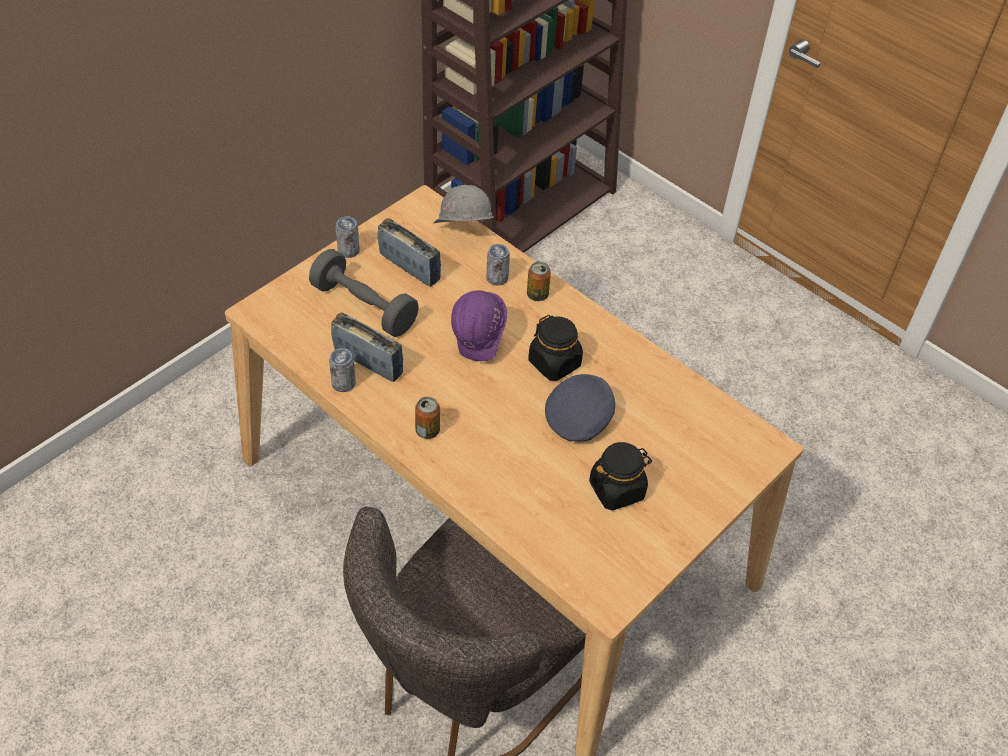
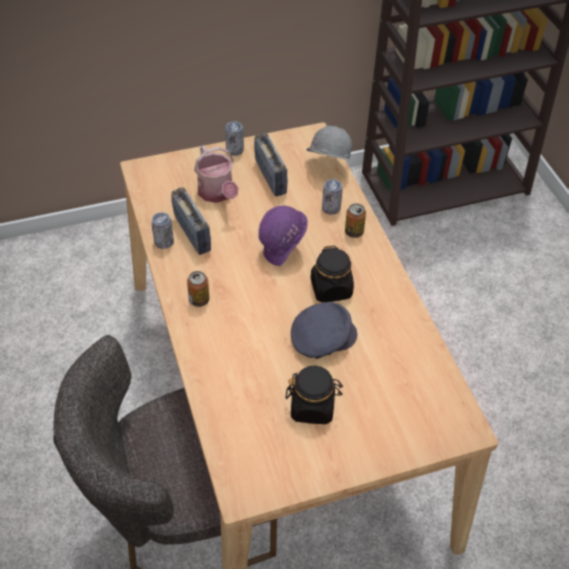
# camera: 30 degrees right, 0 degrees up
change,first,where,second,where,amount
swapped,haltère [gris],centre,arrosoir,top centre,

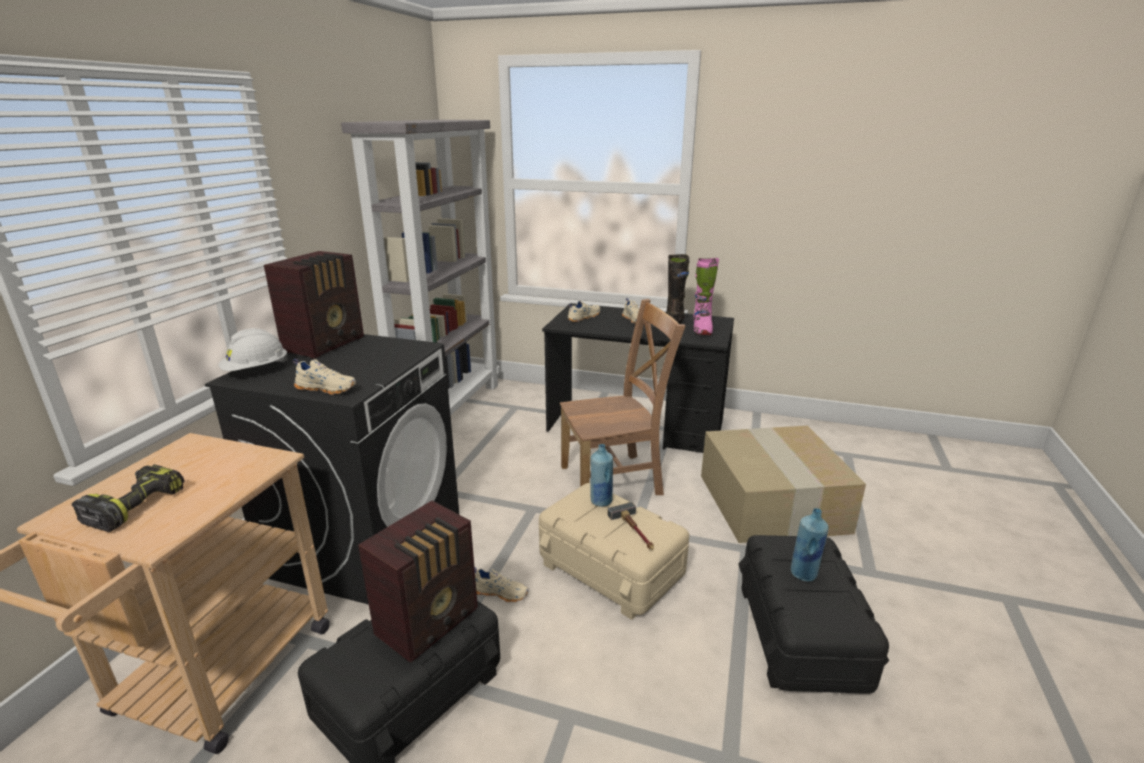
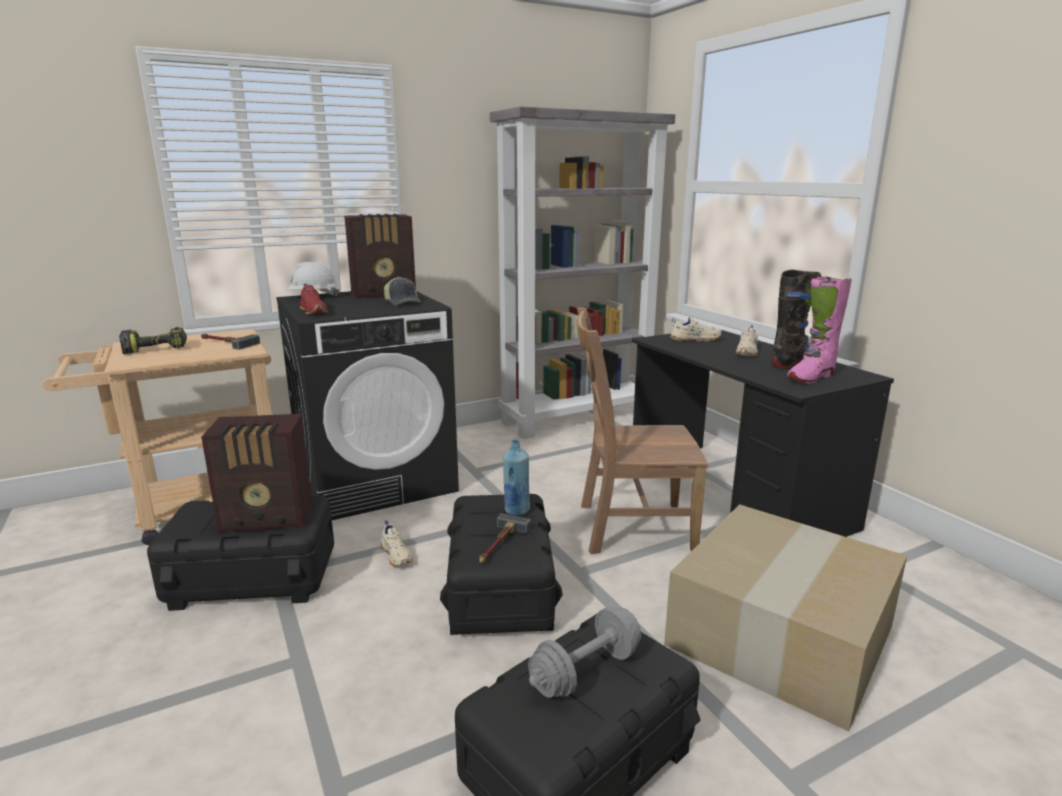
# camera: 45 degrees right, 5 degrees down
change,first,where,second,where,amount
repainted,chaussure [beige] (no. 1 from left),middle left,chaussure [rouge],middle left,
repainted,boîte de rangement [beige],bottom centre,boîte de rangement [noir] (no. 2 from left),bottom centre,
rotated,chaise [marron],centre,,centre,150 degrees clockwise
swapped,bouteille [bleu] (no. 2 from left),bottom right,haltère [gris],bottom centre,
new,,,marteau (no. 1 from left),middle left,
new,,,casquette,centre,

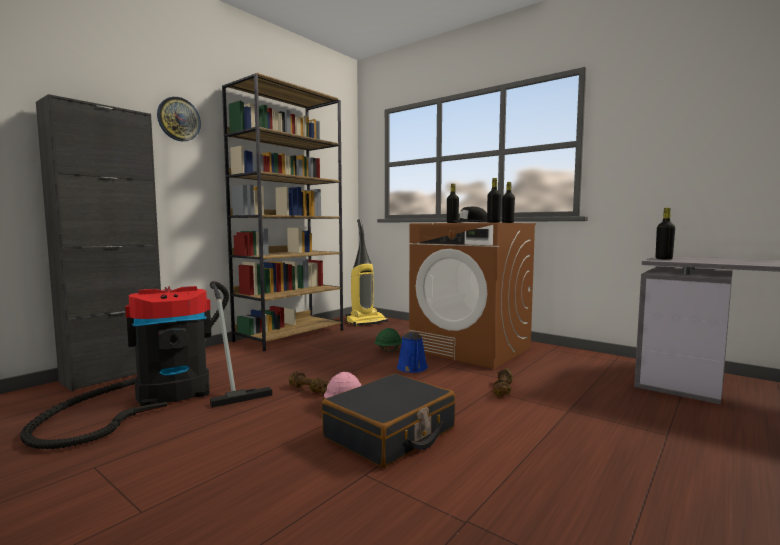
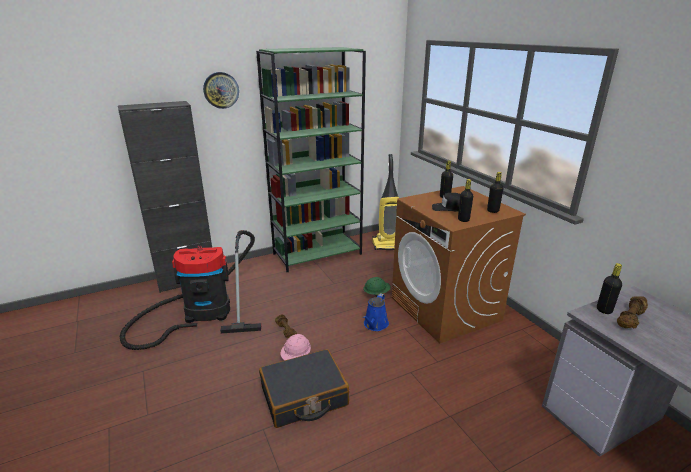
# camera: 25 degrees right, 20 degrees up
change,first,where,second,where,amount
repainted,bibliothèque [marron],centre,bibliothèque [vert],centre,
shifted,haltère [marron] (no. 2 from left),bottom centre,,middle right,

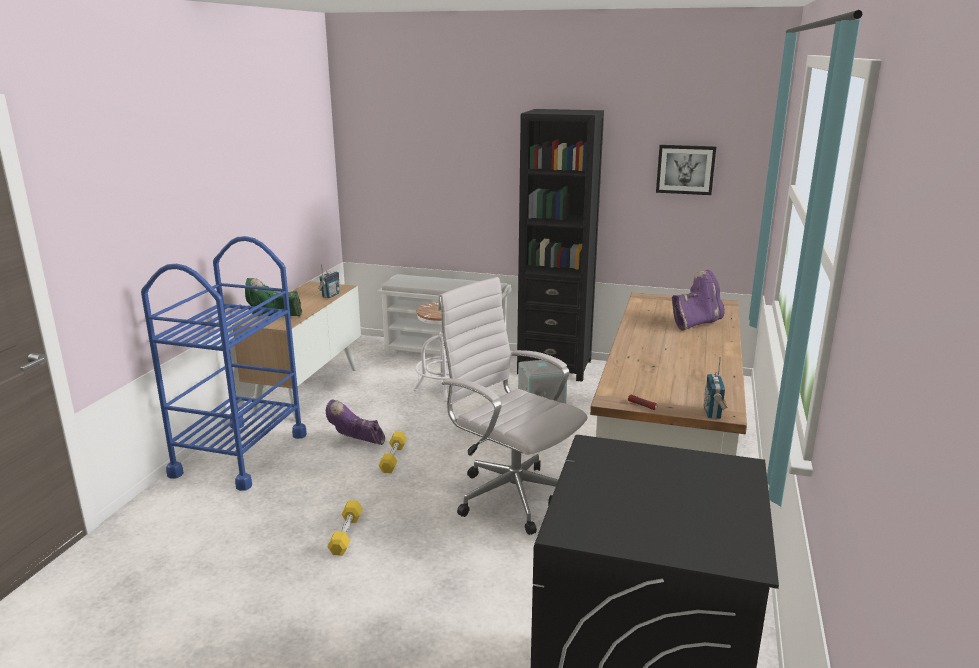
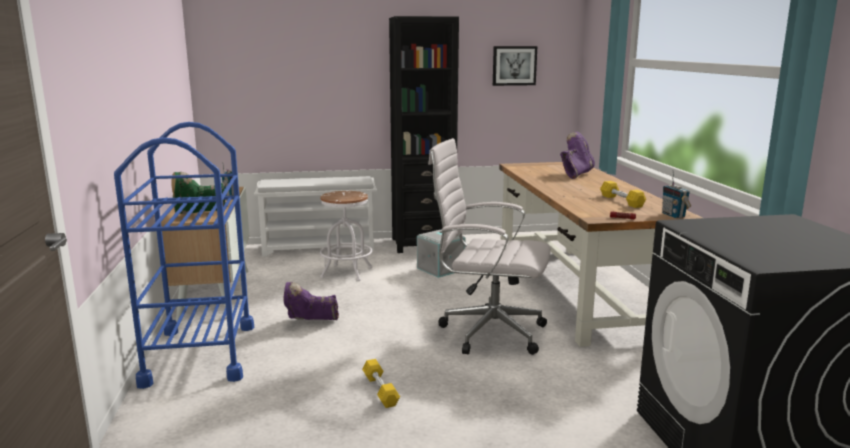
# camera: 25 degrees left, 5 degrees down
change,first,where,second,where,amount
shifted,haltère [jaune] (no. 2 from left),bottom centre,,middle right,

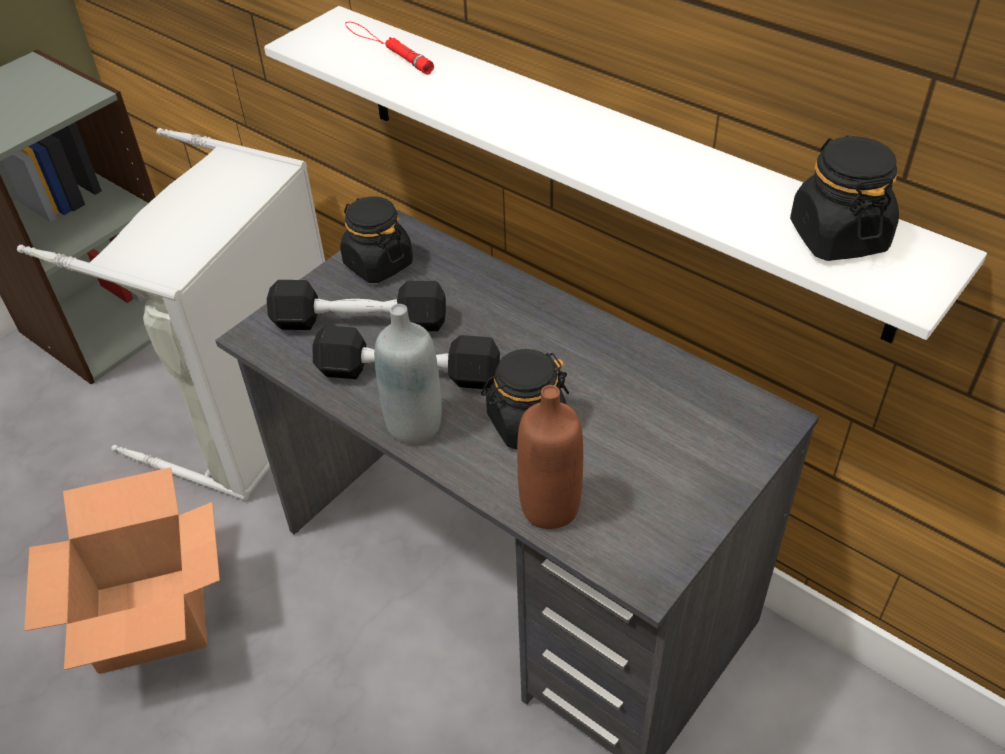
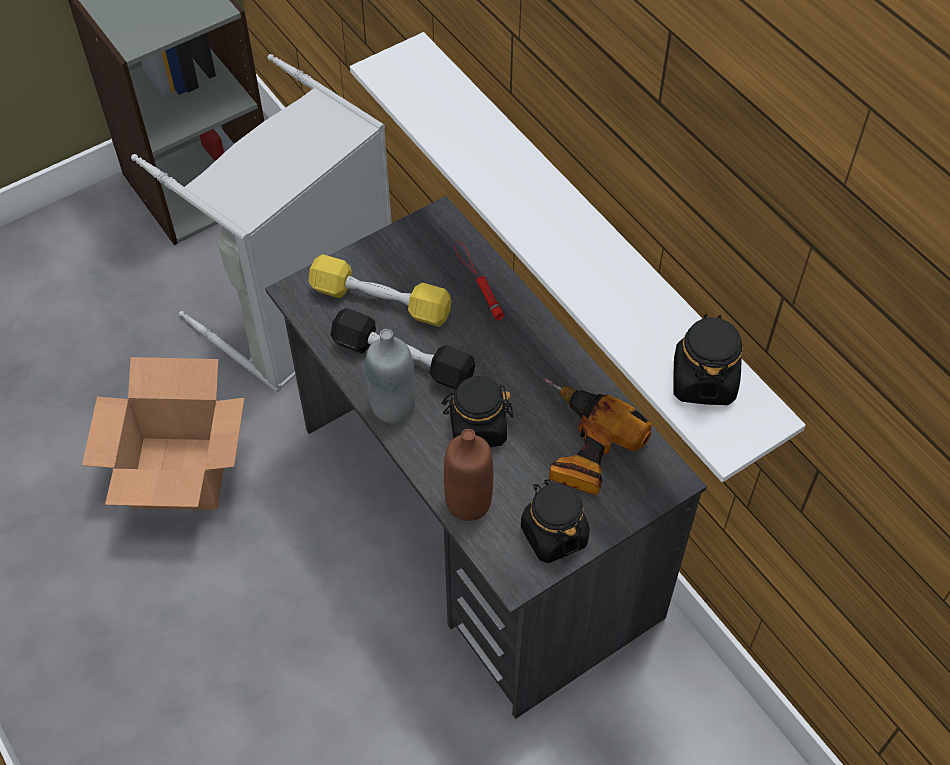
# camera: 15 degrees right, 10 degrees up
change,first,where,second,where,amount
repainted,haltère [noir] (no. 1 from left),centre,haltère [jaune],centre,
shifted,bocal [noir] (no. 1 from left in the first image),top centre,bocal [noir] (no. 2 from left),bottom centre,
shifted,lampe de poche [rouge],top centre,,centre,
new,,,perceuse,centre,

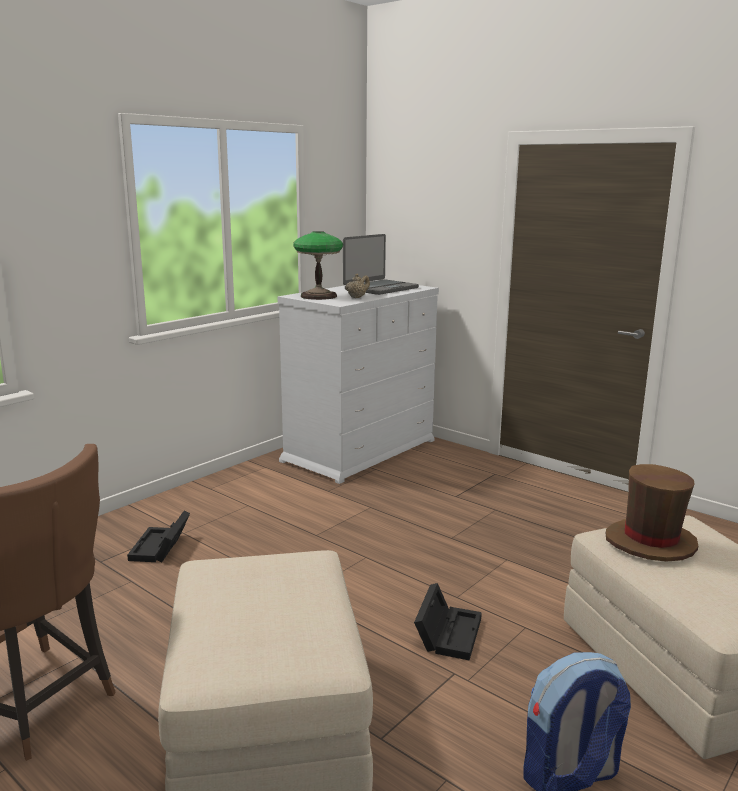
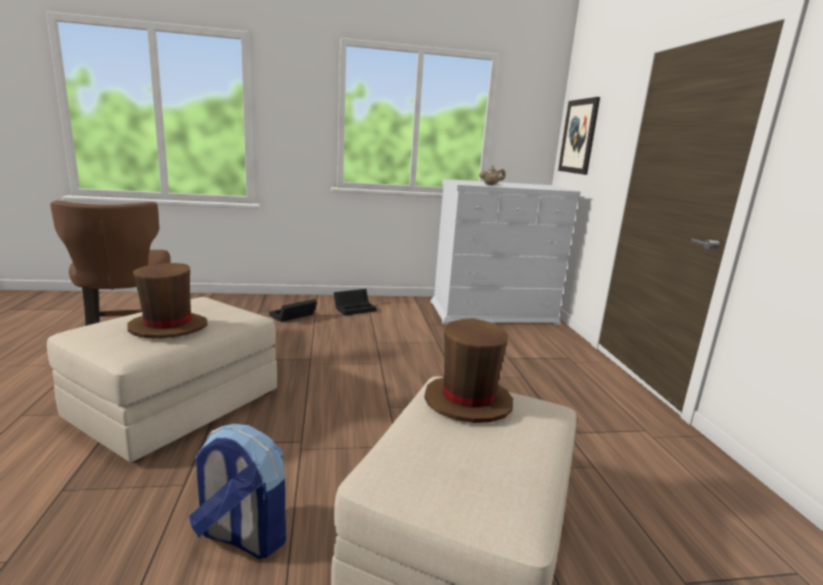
# camera: 40 degrees right, 0 degrees up
change,first,where,second,where,amount
gone,lampe de table,centre,,,
gone,ordinateur portable,centre,,,
shifted,boîte de rangement [noir] (no. 2 from left),bottom centre,,centre,
new,,,chapeau [marron] (no. 1 from left),middle left,
new,,,tableau,top right,

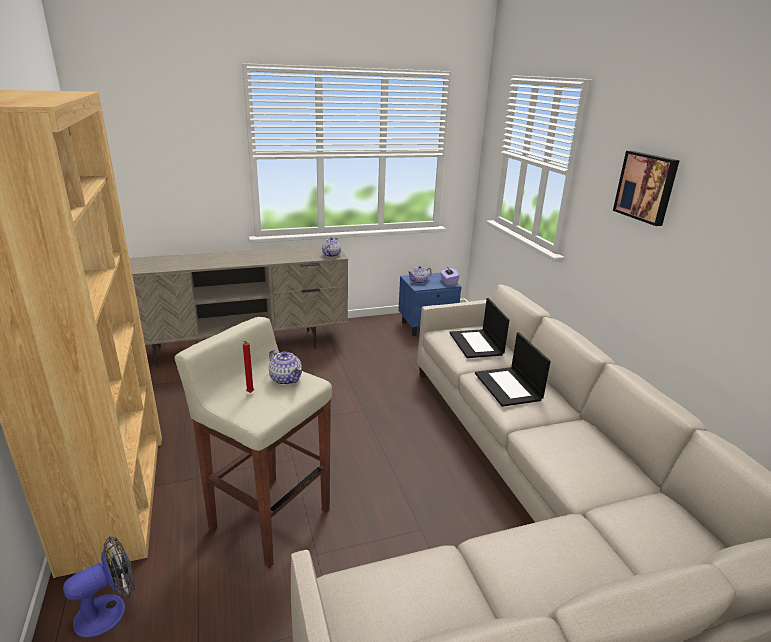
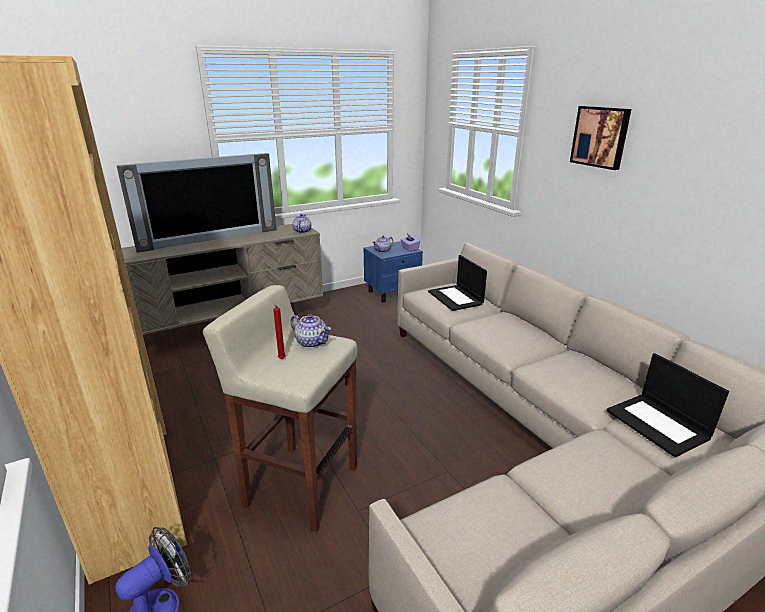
# camera: 10 degrees left, 0 degrees up
change,first,where,second,where,amount
shifted,ordinateur portable (no. 2 from left),centre,,middle right,
new,,,téléviseur,top left,

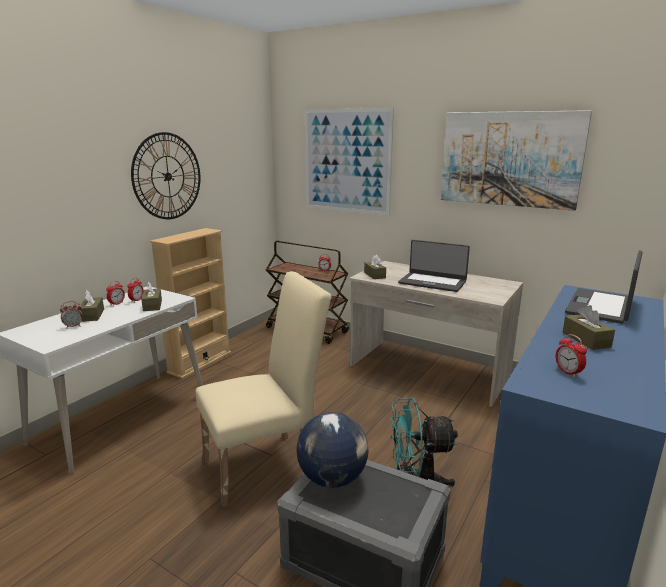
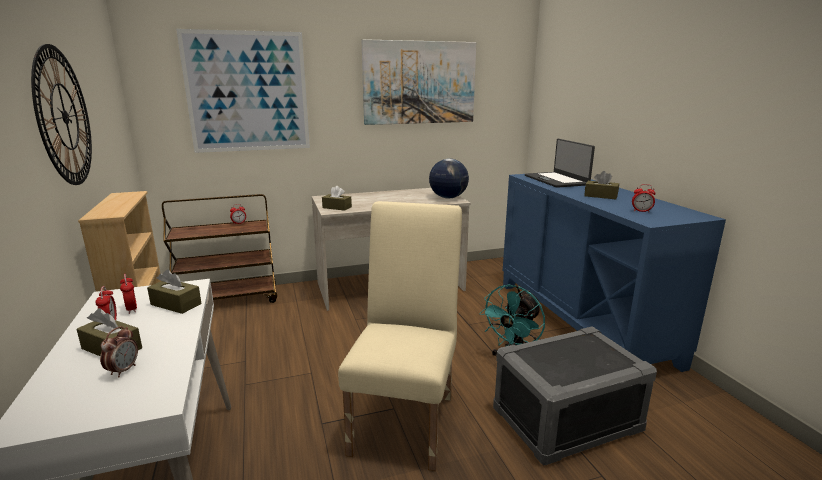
# camera: 50 degrees left, 0 degrees up
change,first,where,second,where,amount
shifted,globe,bottom centre,,centre,
gone,ordinateur portable (no. 1 from left),centre,,,

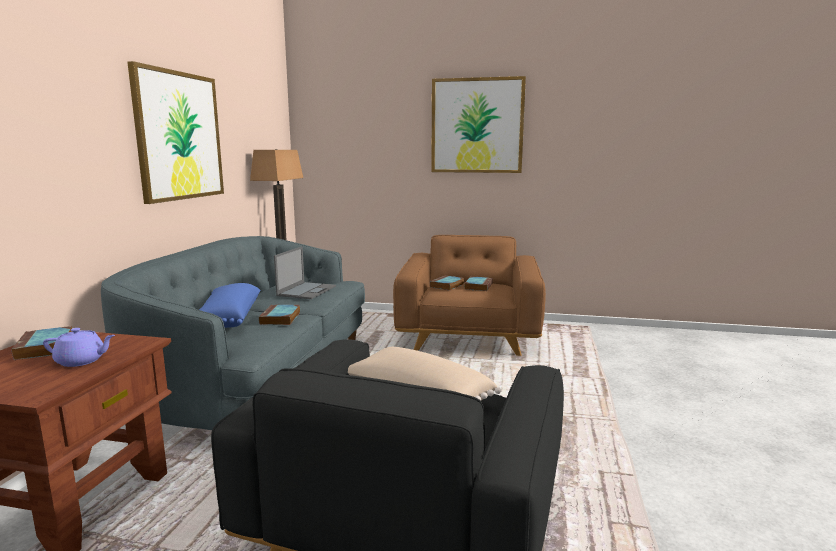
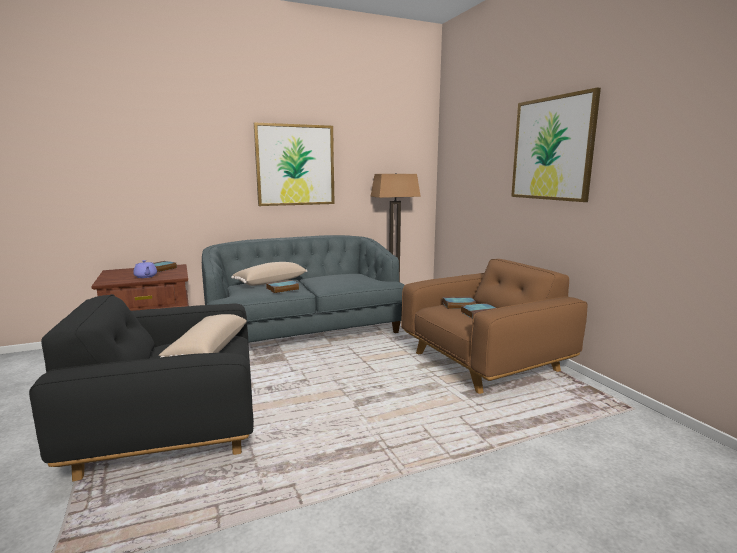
# camera: 55 degrees right, 0 degrees up
change,first,where,second,where,amount
repainted,coussin [bleu],middle left,coussin [beige] (no. 2 from left),centre,
gone,ordinateur portable,centre,,,

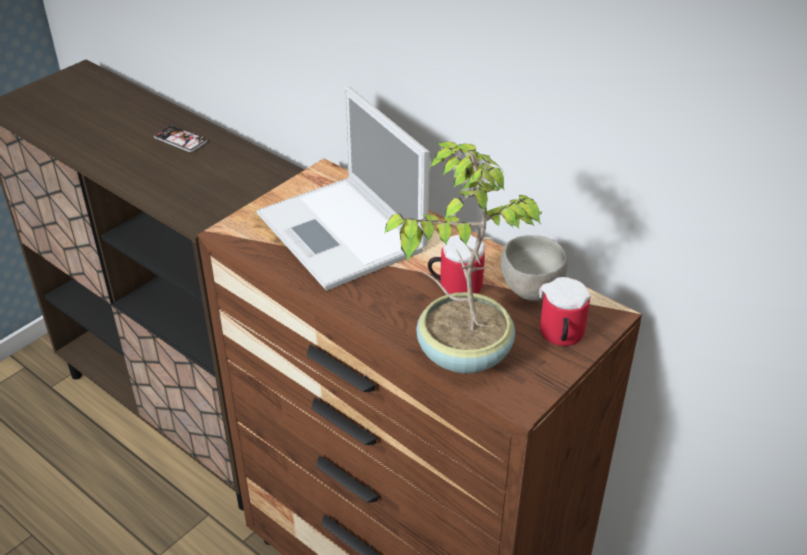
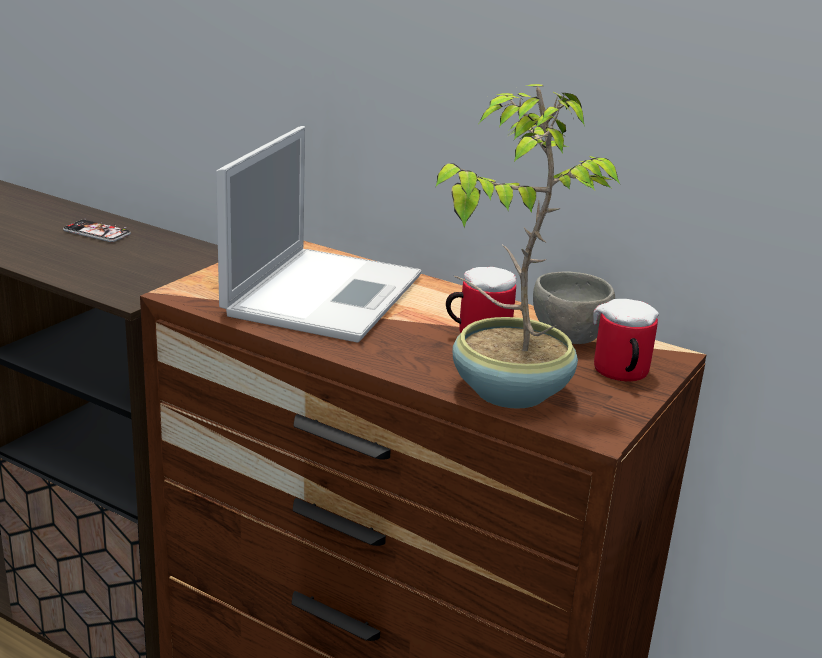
# camera: 10 degrees left, 15 degrees down
change,first,where,second,where,amount
rotated,ordinateur portable,centre,,centre,120 degrees counterclockwise

